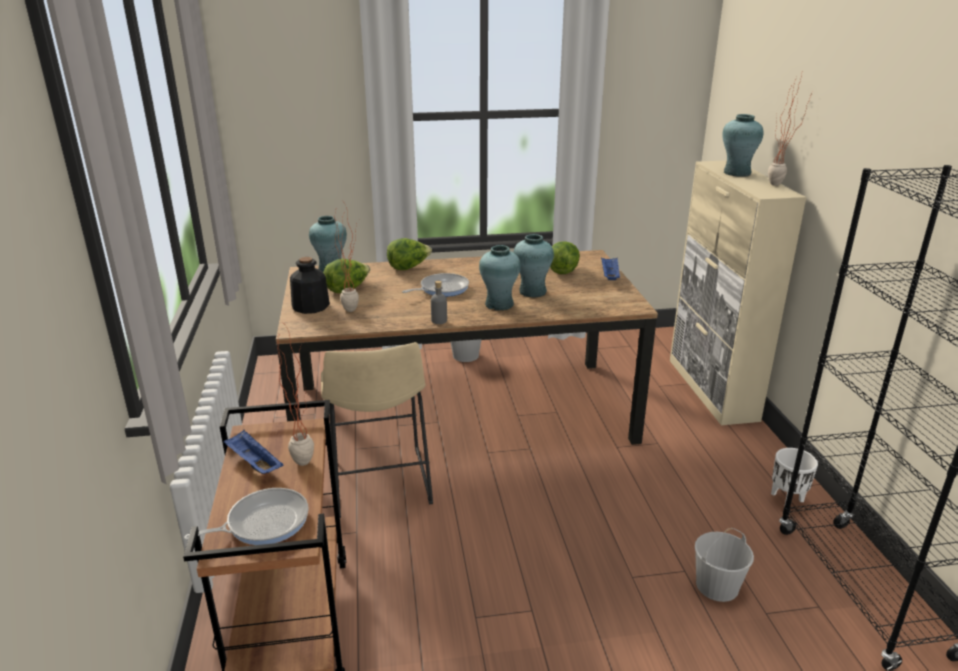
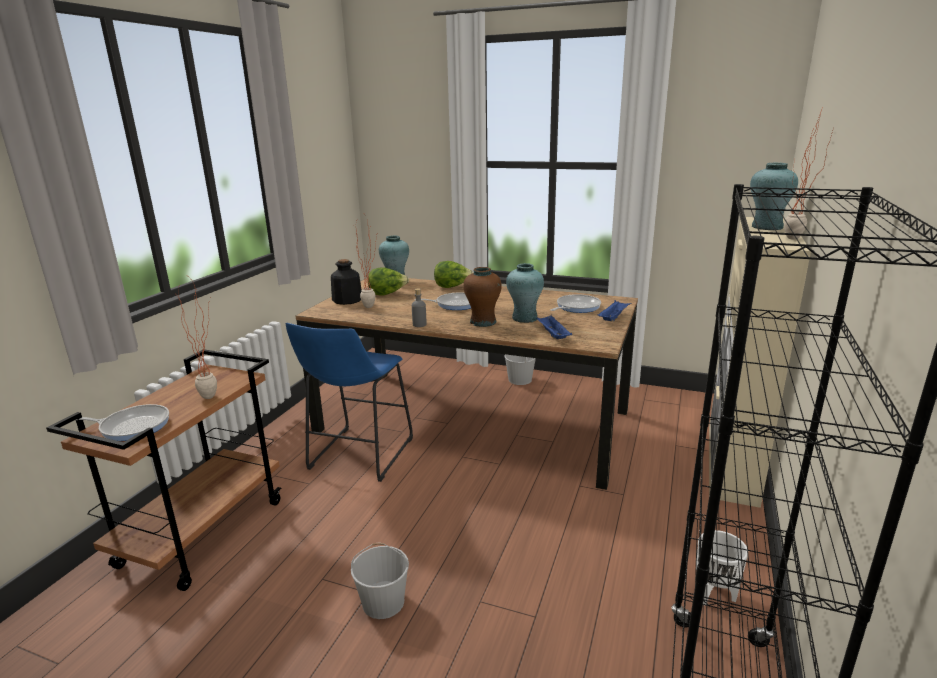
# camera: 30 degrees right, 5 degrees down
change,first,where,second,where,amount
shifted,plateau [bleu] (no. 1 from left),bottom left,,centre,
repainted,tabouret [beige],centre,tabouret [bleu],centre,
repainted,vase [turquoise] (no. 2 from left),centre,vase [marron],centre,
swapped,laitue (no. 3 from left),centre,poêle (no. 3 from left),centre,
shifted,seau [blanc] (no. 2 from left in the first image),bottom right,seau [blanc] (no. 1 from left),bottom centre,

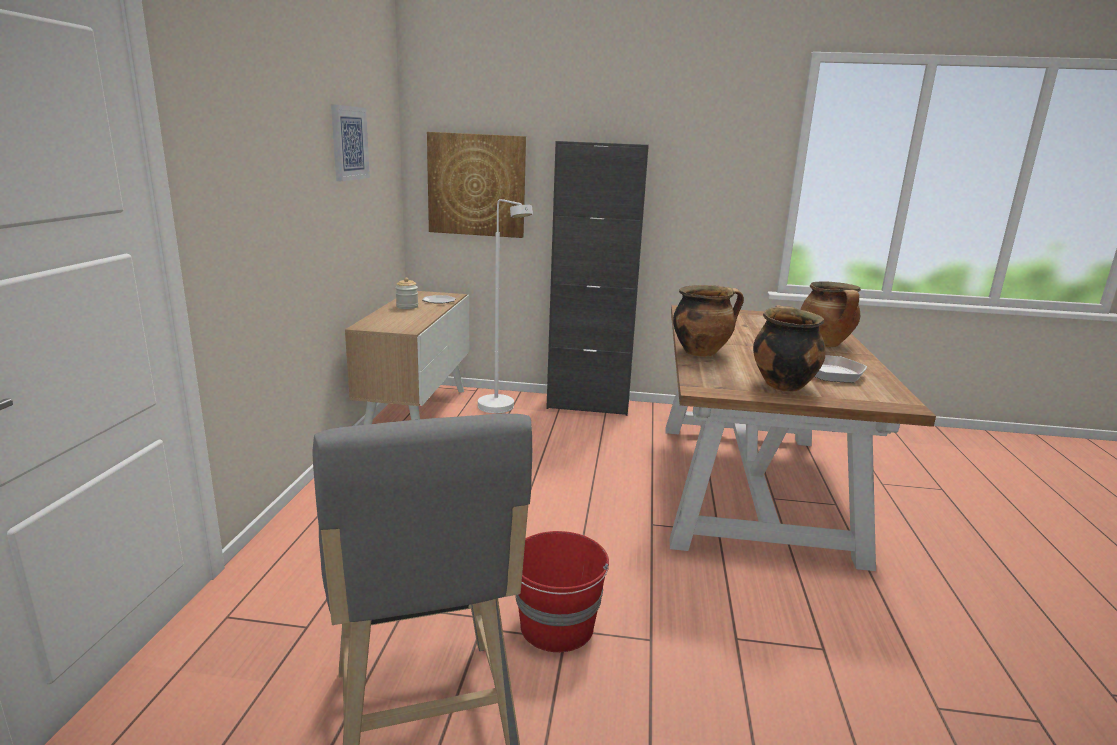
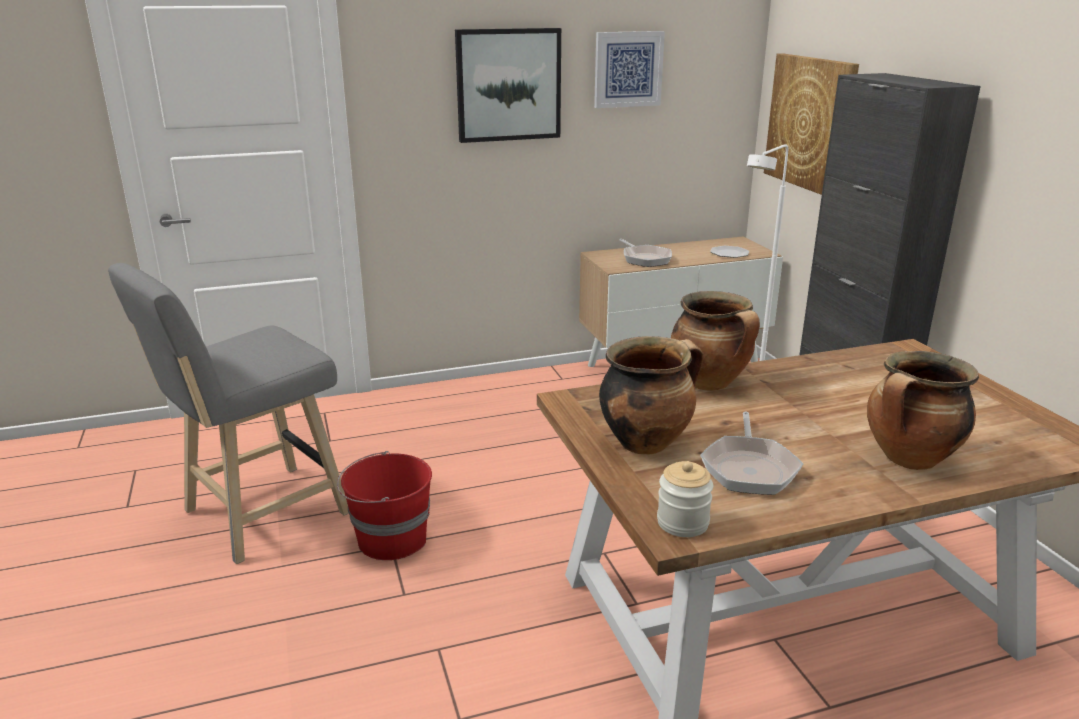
# camera: 65 degrees right, 5 degrees up
change,first,where,second,where,amount
shifted,bocal,centre,,bottom centre,
new,,,tableau (no. 1 from left),top centre,
new,,,poêle (no. 1 from left),centre,

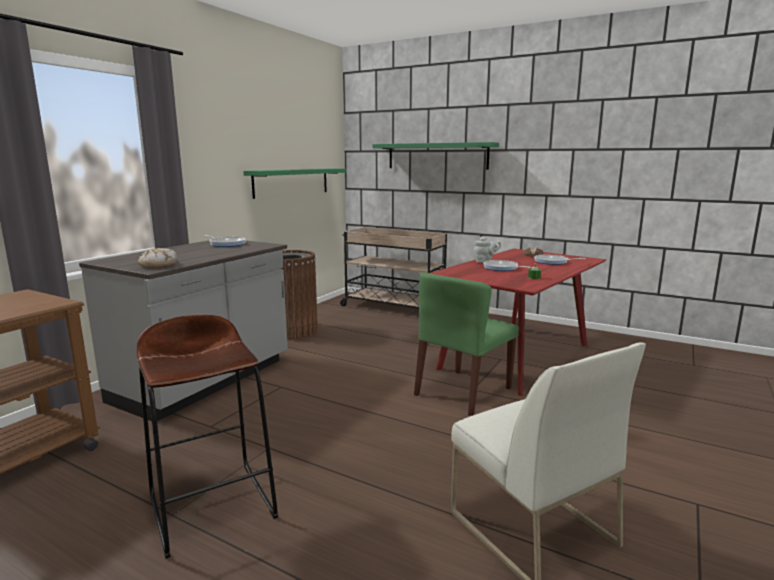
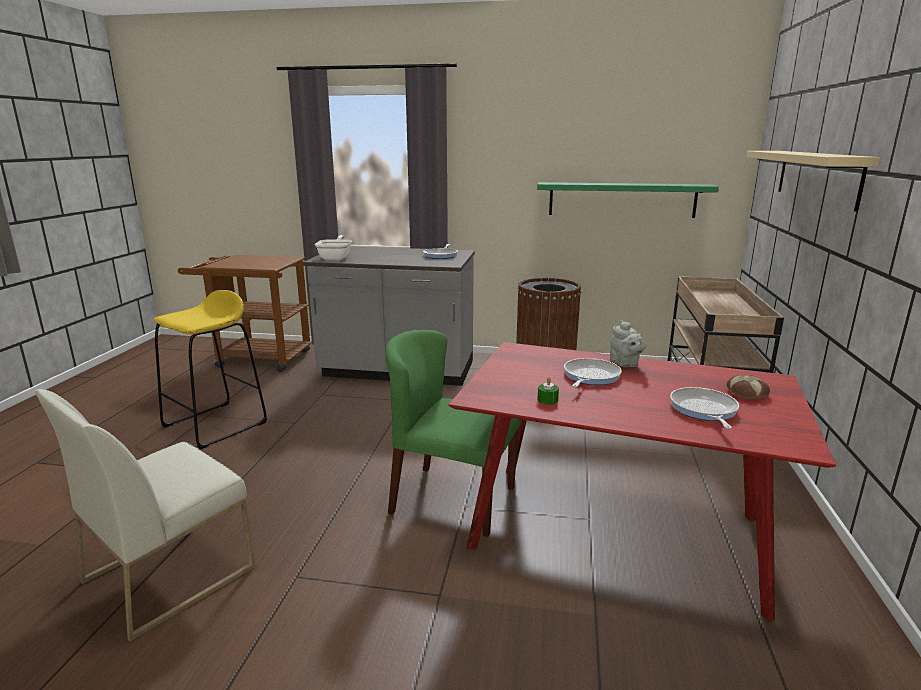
# camera: 70 degrees right, 5 degrees up
change,first,where,second,where,amount
repainted,tabouret [marron],bottom left,tabouret [jaune],middle left,
swapped,pain (no. 1 from left),middle left,poêle (no. 1 from left),centre,
repainted,étagère [vert] (no. 2 from left),top centre,étagère [beige],top right,

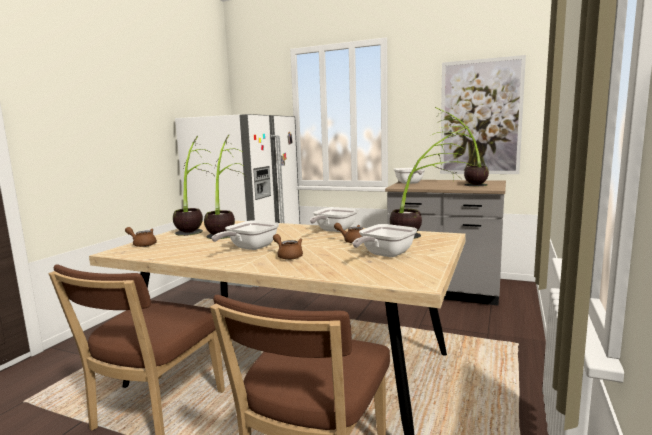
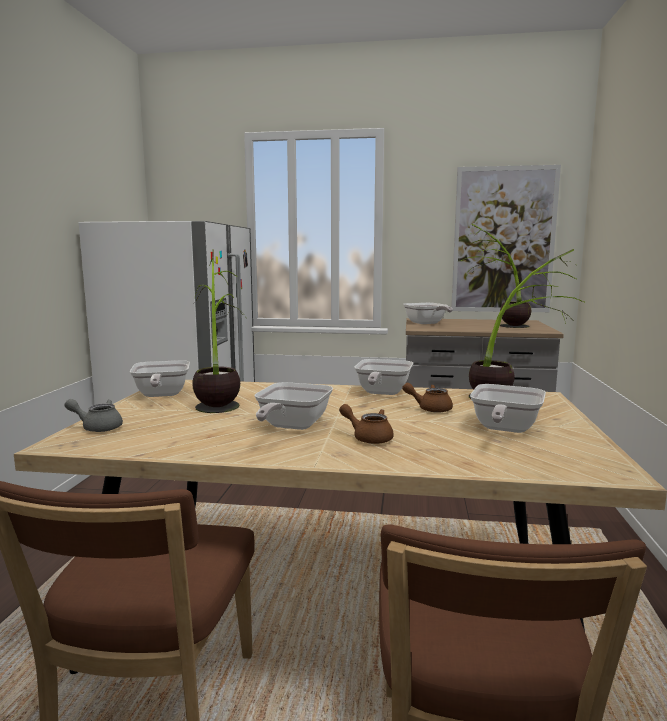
# camera: 15 degrees left, 0 degrees up
change,first,where,second,where,amount
repainted,théière [marron] (no. 1 from left),middle left,théière [gris],middle left,
swapped,plante en pot (no. 1 from left),middle left,poêle (no. 1 from left),middle left,

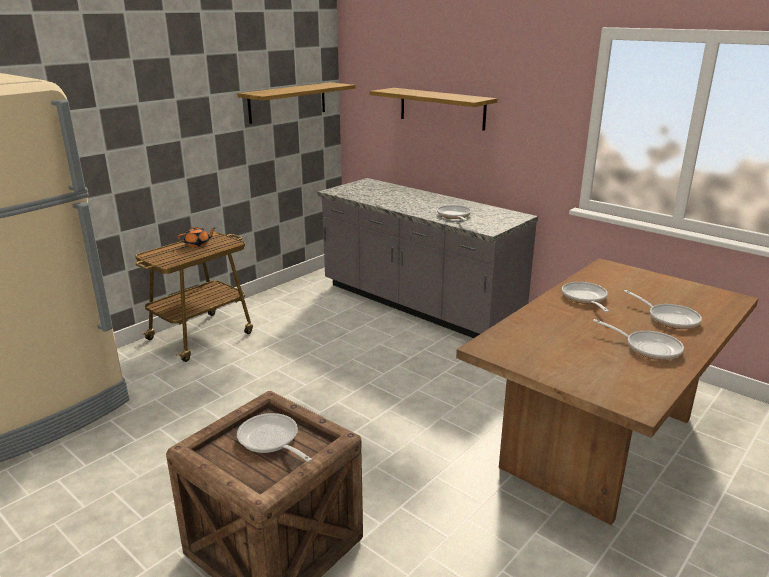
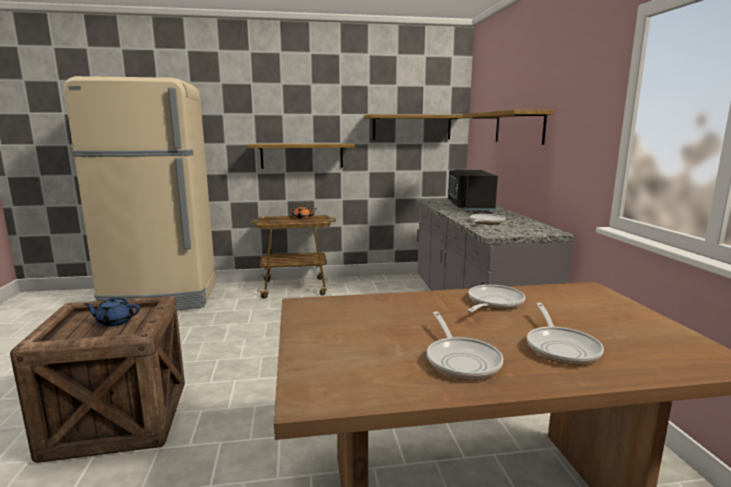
# camera: 40 degrees right, 10 degrees down
change,first,where,second,where,amount
swapped,poêle (no. 1 from left),bottom centre,théière [bleu],middle left,
new,,,étagère (no. 1 from left),top centre,
new,,,micro-ondes [noir],centre,

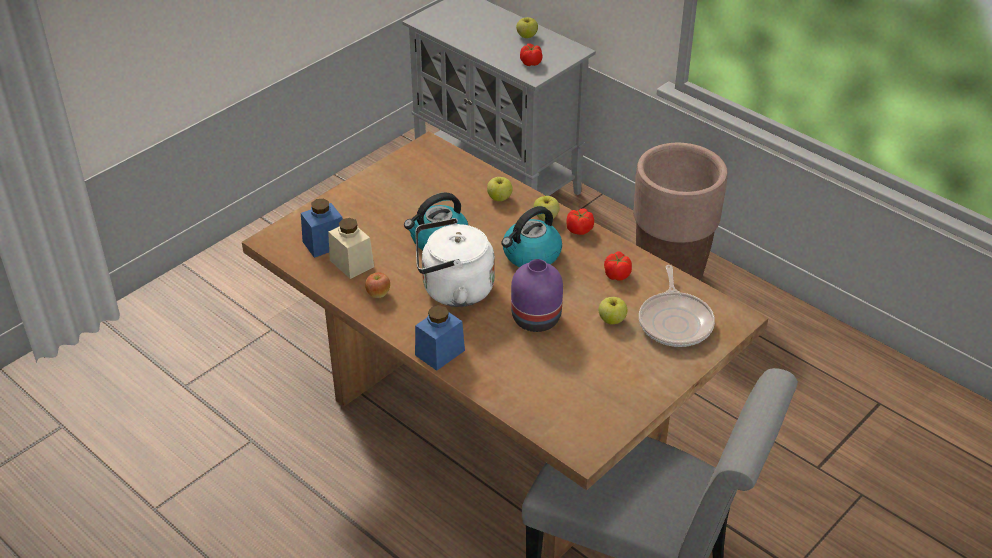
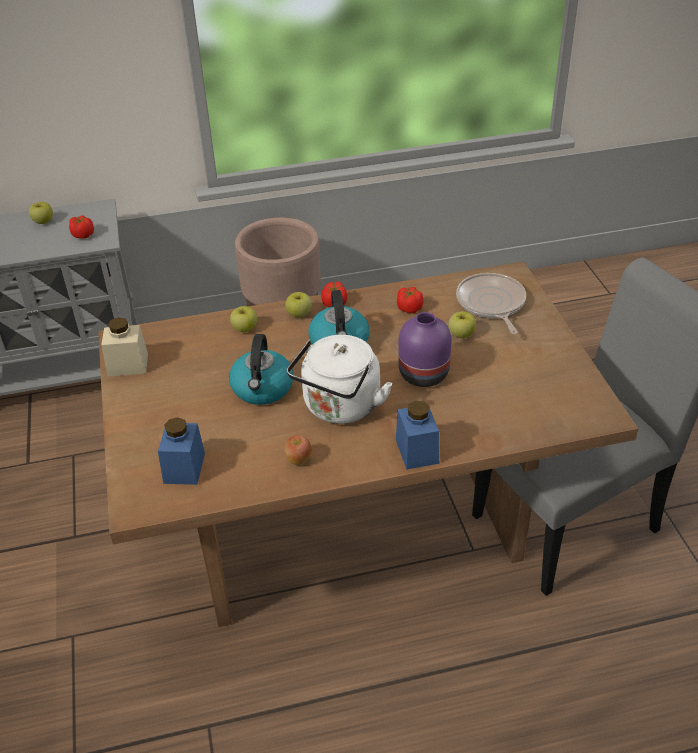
# camera: 55 degrees left, 0 degrees up
change,first,where,second,where,amount
shifted,bocal [beige],centre,,middle left,
rotated,poêle,middle right,,middle right,135 degrees counterclockwise

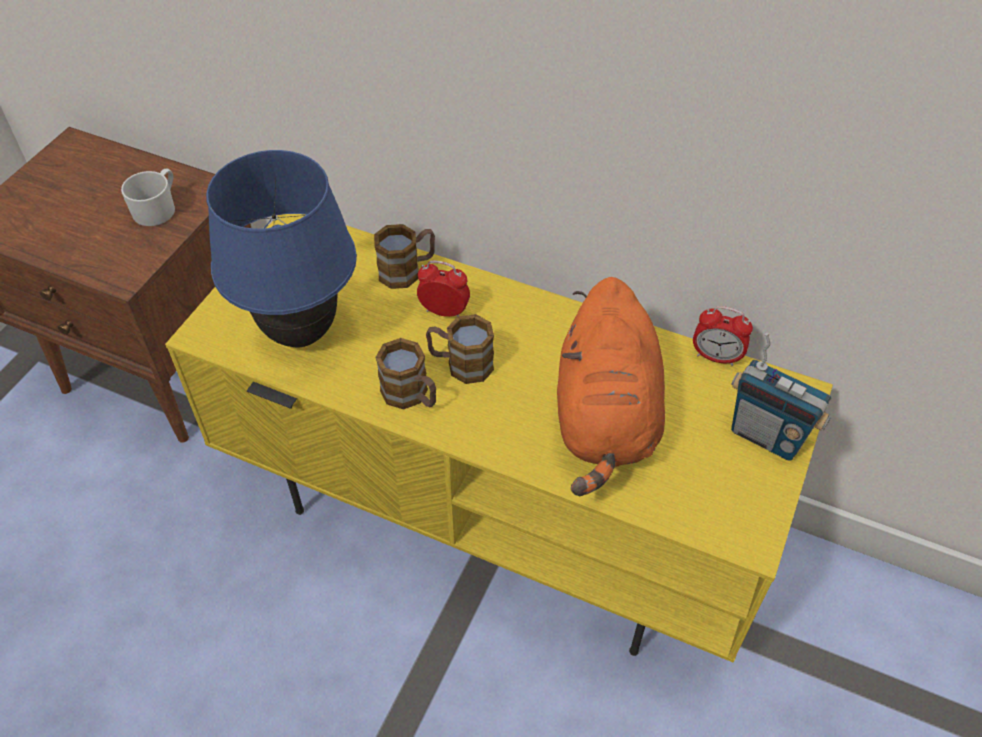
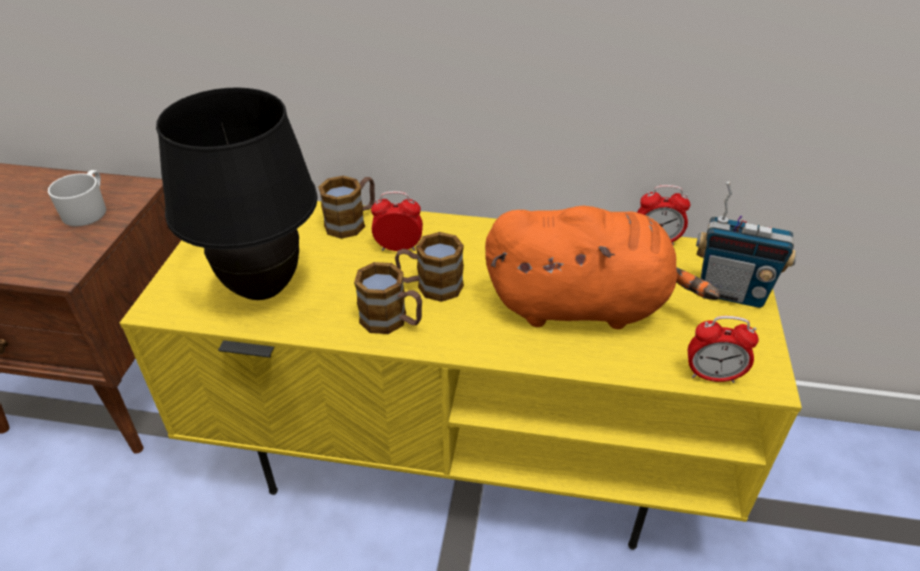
# camera: 15 degrees left, 10 degrees down
change,first,where,second,where,amount
repainted,lampe de table [bleu],middle left,lampe de table [noir],middle left,
rotated,peluche [orange],centre,,centre,75 degrees counterclockwise
new,,,réveil (no. 3 from left),middle right,

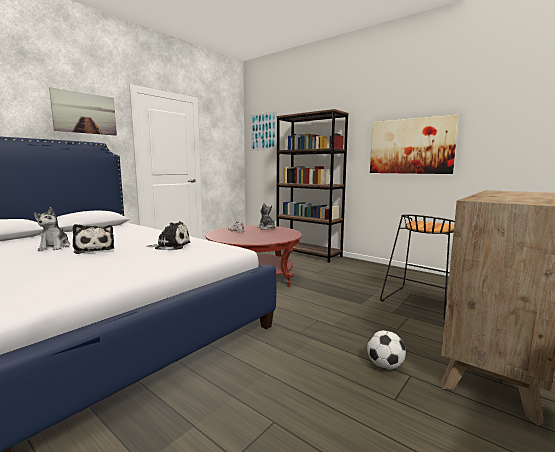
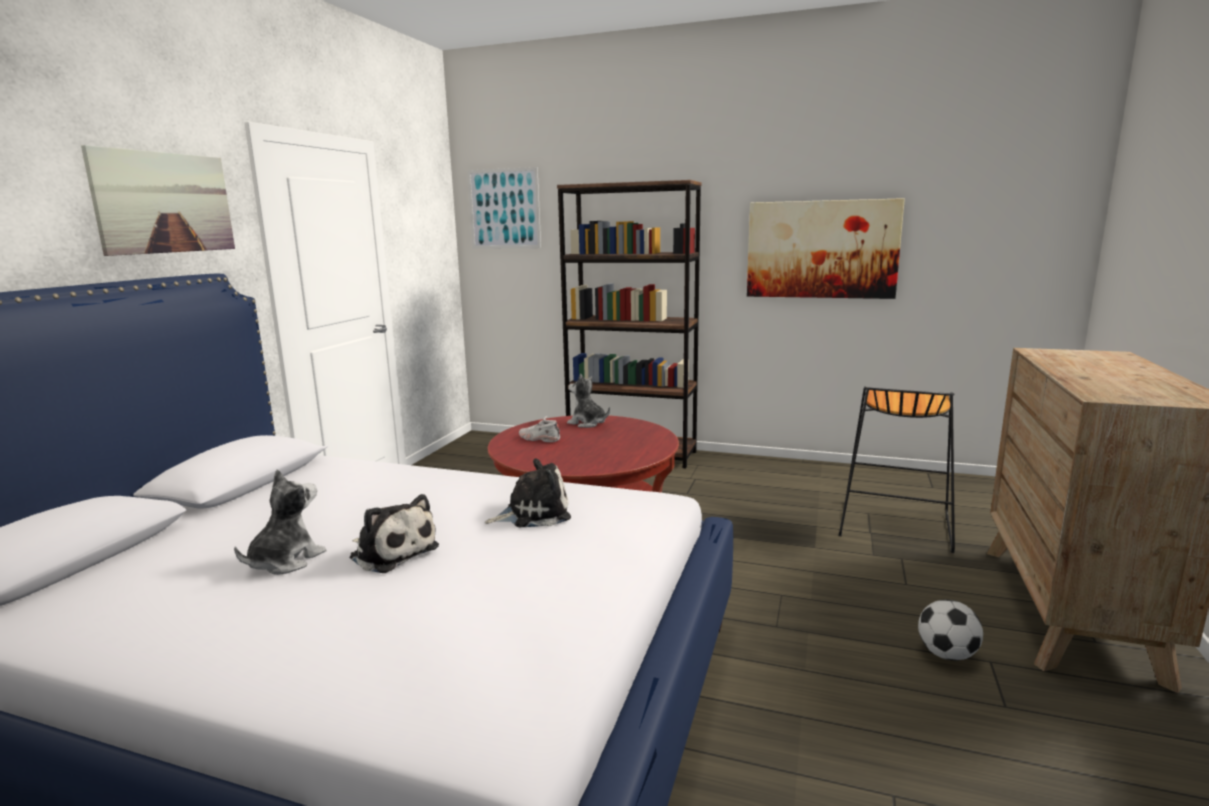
# camera: 20 degrees left, 5 degrees up
change,first,where,second,where,amount
rotated,peluche (no. 1 from left),middle left,,middle left,120 degrees counterclockwise

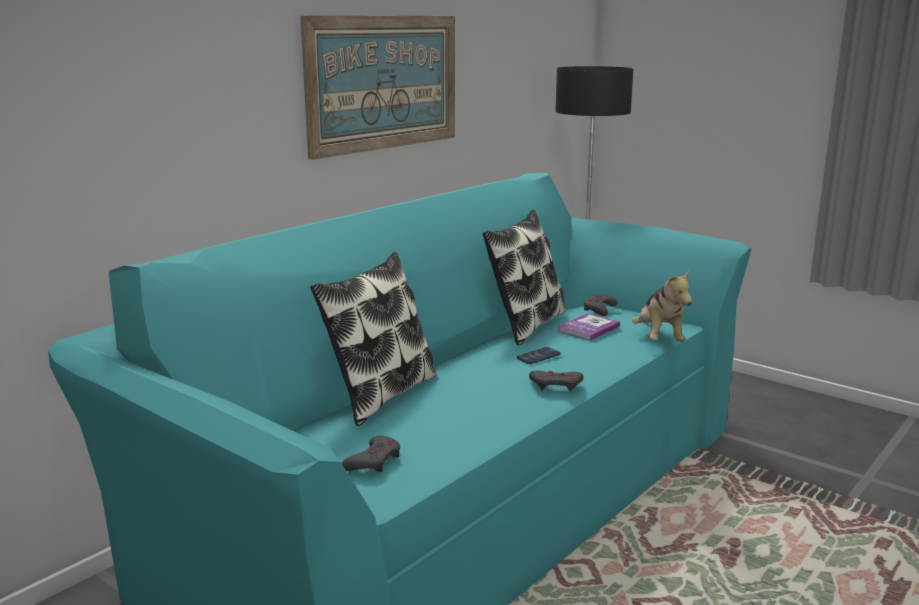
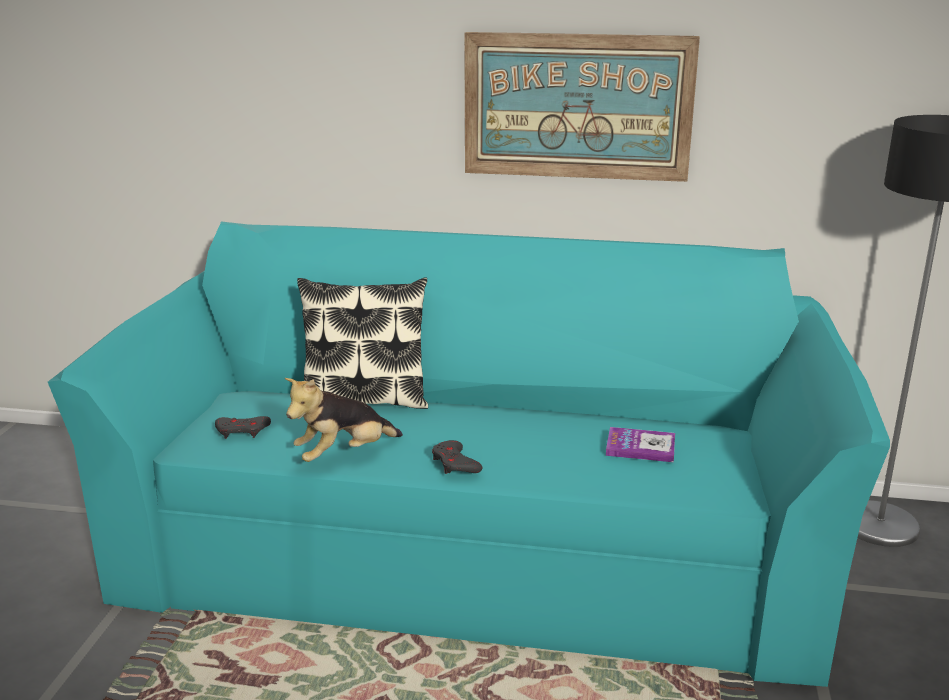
# camera: 60 degrees right, 5 degrees up
change,first,where,second,where,amount
gone,coussin (no. 2 from left),centre,,,
gone,téléphone,centre,,,
gone,manette [gris] (no. 3 from left),centre,,,
shifted,peluche,middle right,,centre,

